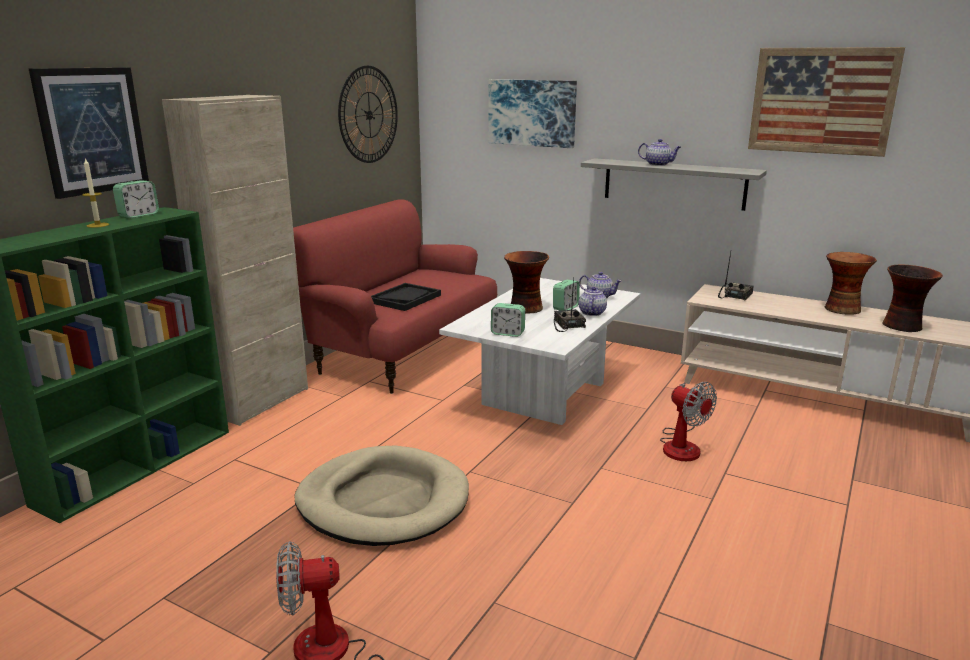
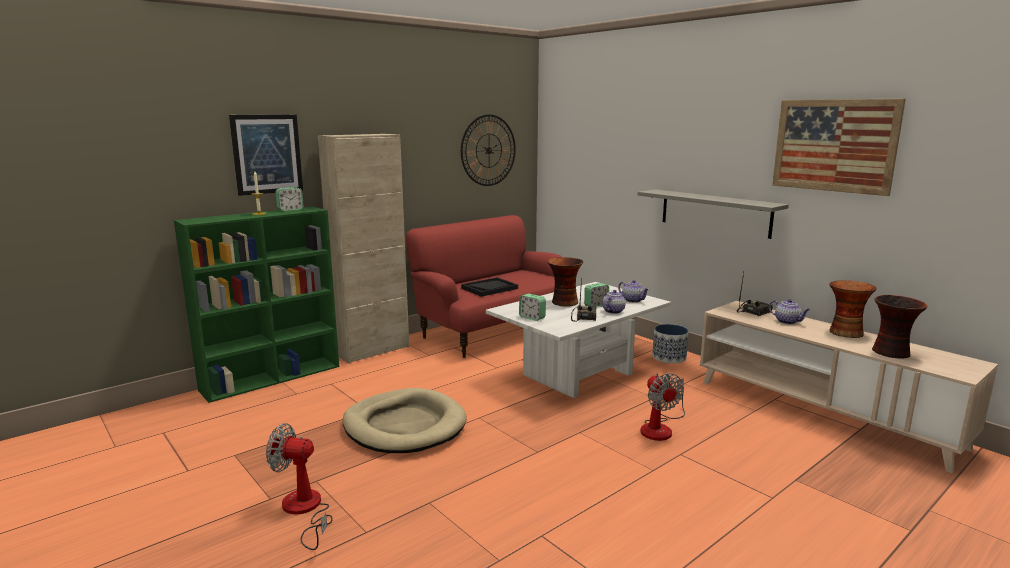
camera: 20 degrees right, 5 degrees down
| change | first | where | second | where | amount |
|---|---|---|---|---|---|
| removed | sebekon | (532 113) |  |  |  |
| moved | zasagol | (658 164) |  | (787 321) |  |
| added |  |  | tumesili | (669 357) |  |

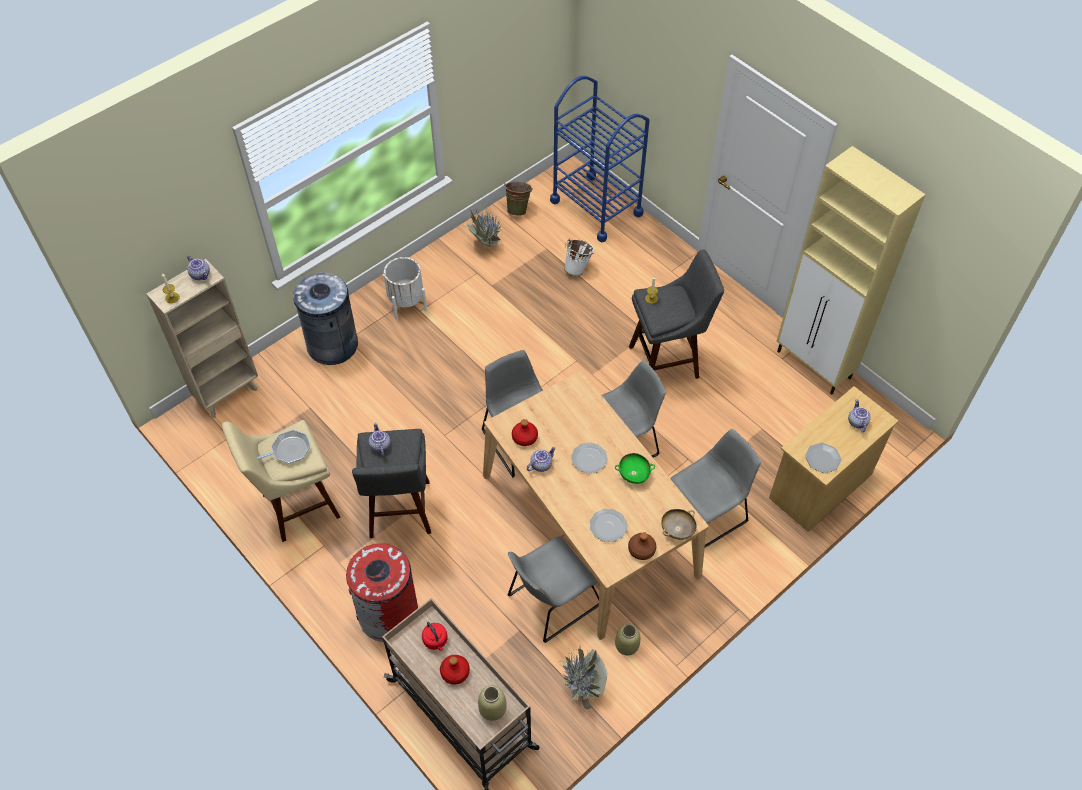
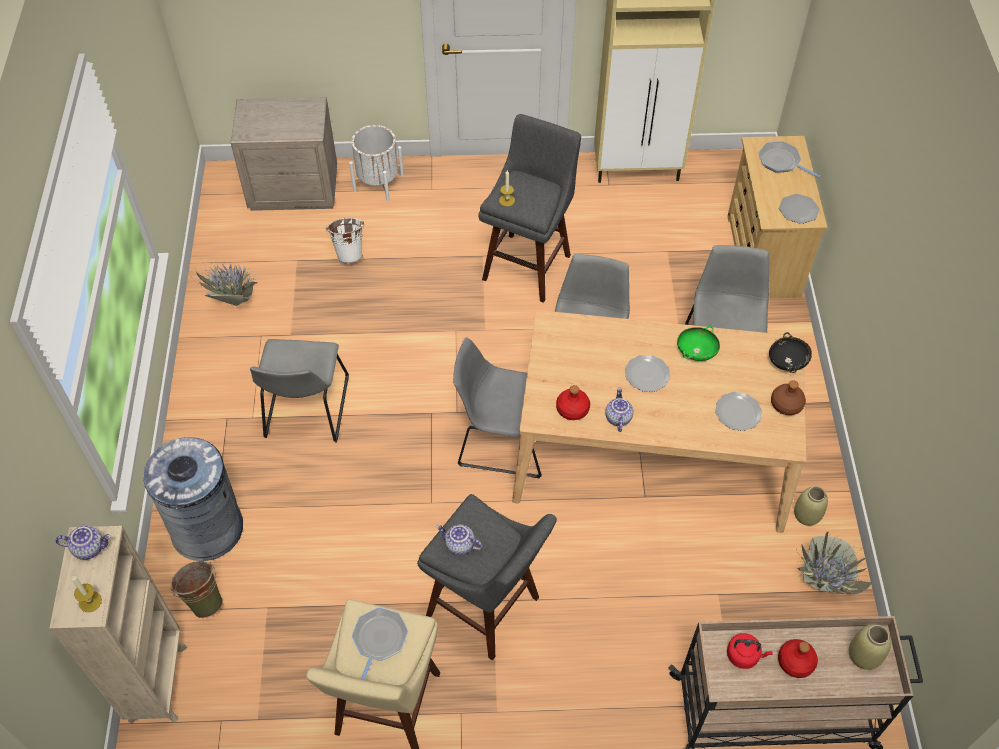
camera: 50 degrees left, 0 degrees up
| change | first | where | second | where | amount |
|---|---|---|---|---|---|
| removed | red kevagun | (388 614) |  |  |  |
| moved | white tumesili | (407 303) |  | (378 182) |  |
| moved | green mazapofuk | (518 209) |  | (203 599) |  |
| moved | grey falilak | (550 602) |  | (306 411) |  |
| replaced | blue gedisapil | (596 207) | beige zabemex | (294 188) |  |
| recoloured | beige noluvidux | (677 529) | black noluvidux | (787 362) |  |
| replaced | zasagol | (856 422) | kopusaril | (781 161) |  |

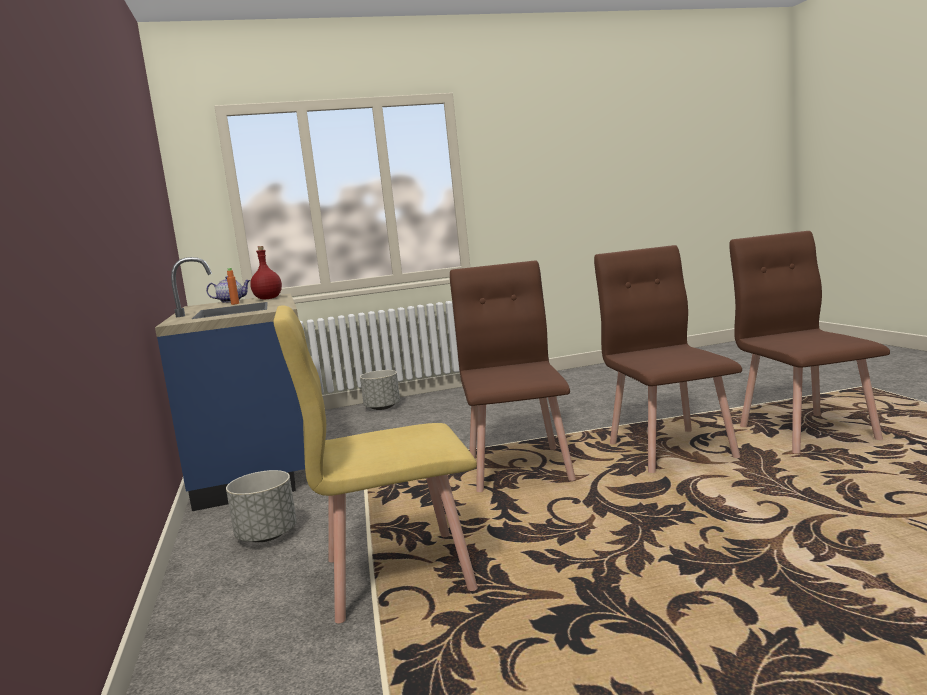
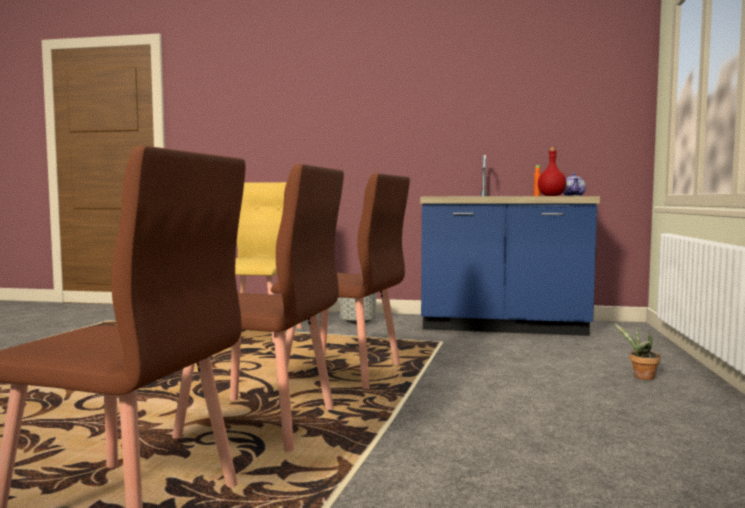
camera: 115 degrees right, 5 degrees down
| change | first | where | second | where | amount |
|---|---|---|---|---|---|
| removed | grey tumesili | (382 407) |  |  |  |
| added |  |  | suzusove | (641 377) |  |

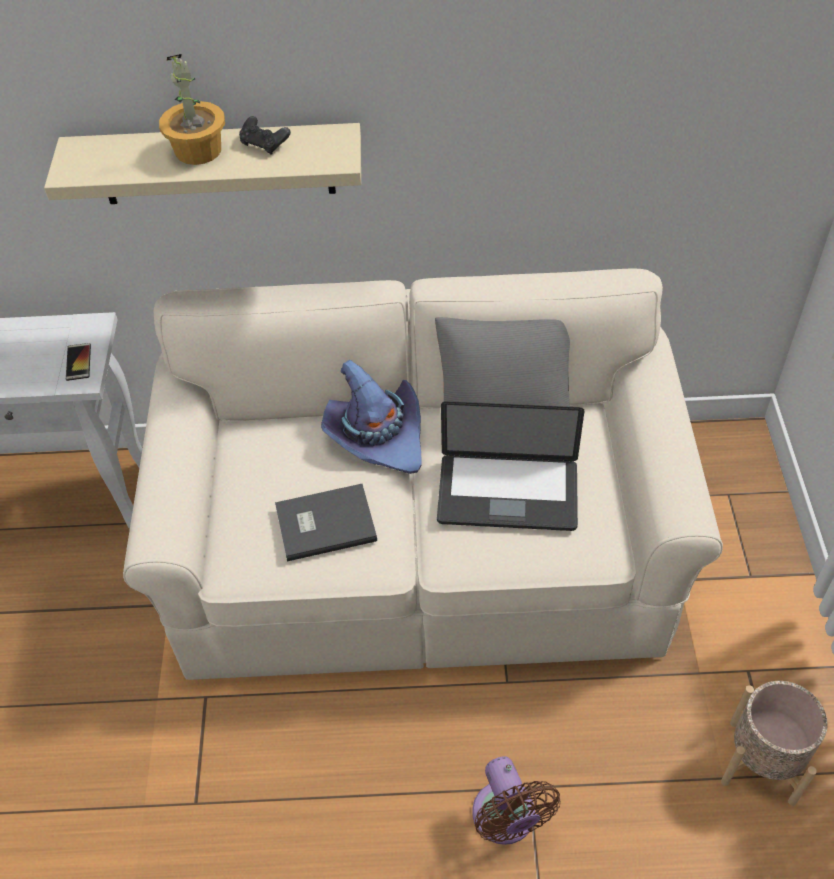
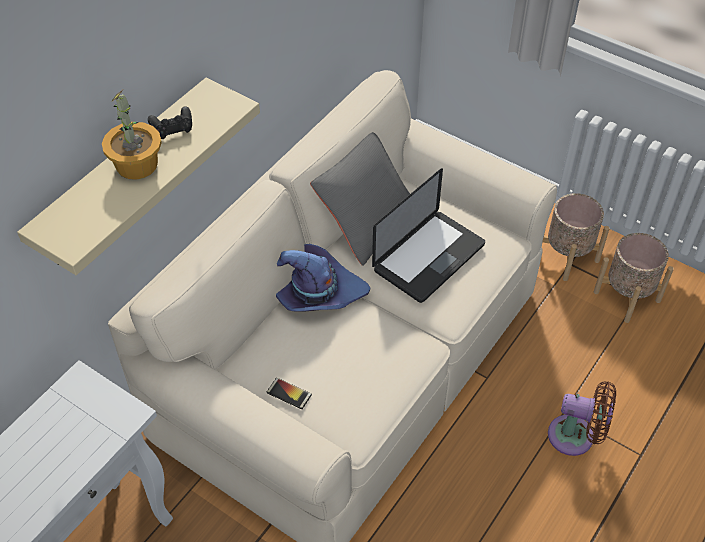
camera: 55 degrees left, 0 degrees up
| change | first | where | second | where | amount |
|---|---|---|---|---|---|
| moved | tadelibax | (78 362) |  | (289 393) |  |
| removed | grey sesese | (324 523) |  |  |  |
| added |  |  | beige tumesili | (566 256) |  |

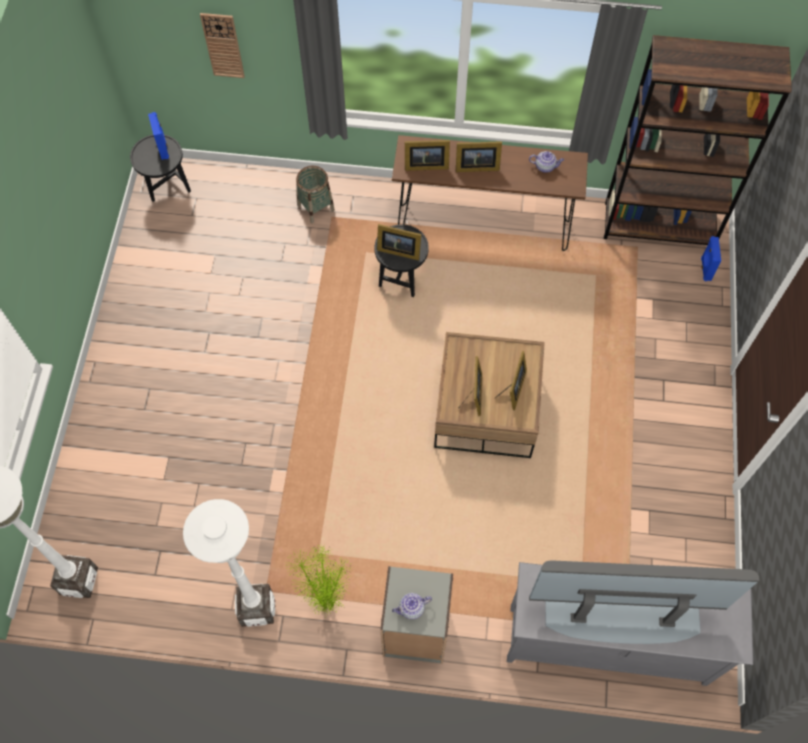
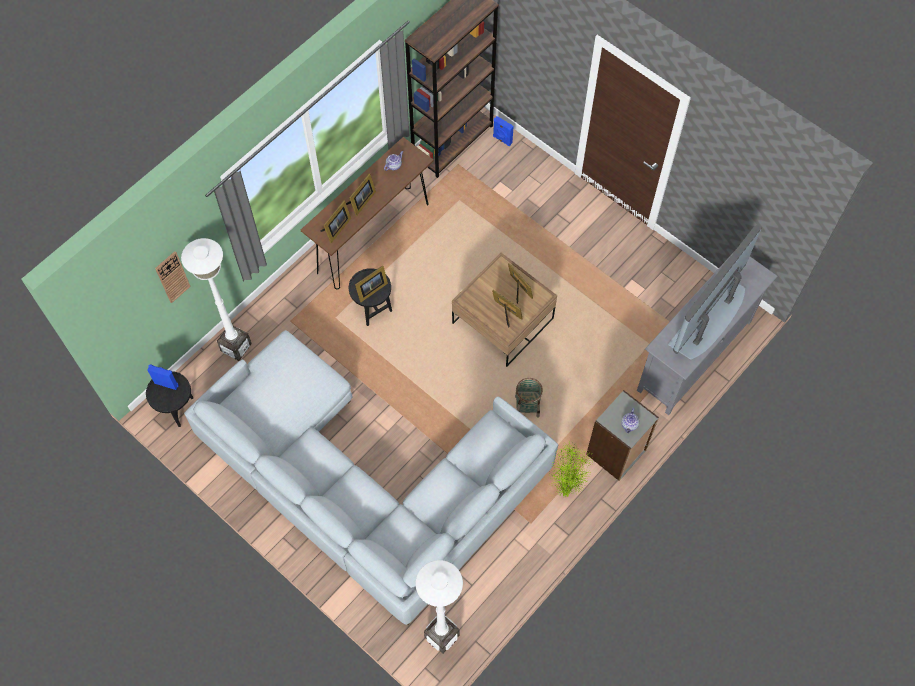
camera: 55 degrees left, 0 degrees up
| change | first | where | second | where | amount |
|---|---|---|---|---|---|
| moved | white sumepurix | (256 609) |  | (236 347) |  |
| moved | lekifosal | (315 207) |  | (527 406) |  |
| added |  |  | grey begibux | (365 482) |  |

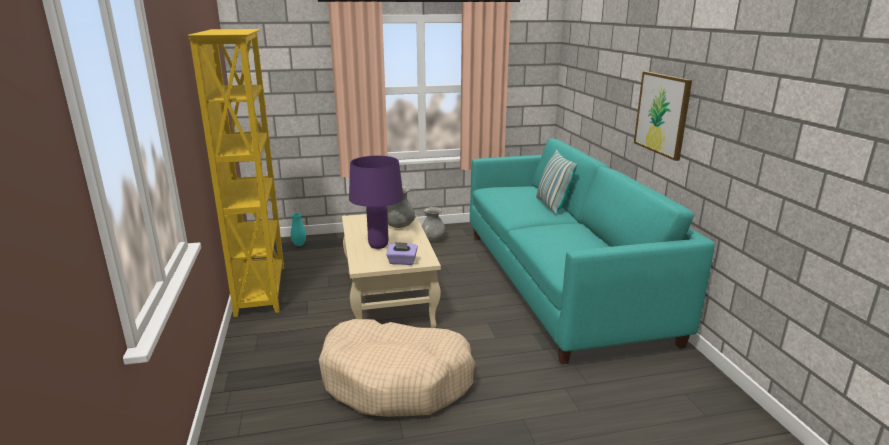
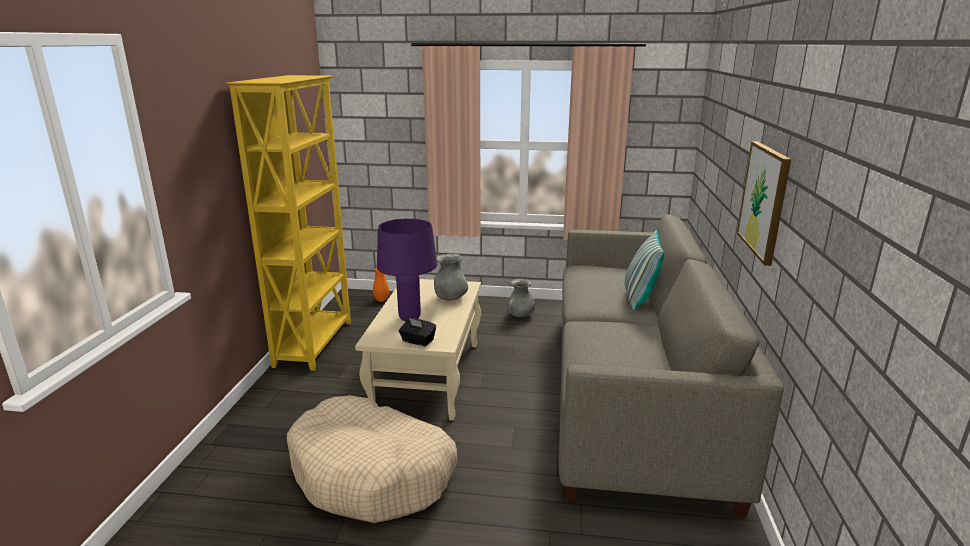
camera: 20 degrees right, 0 degrees up
| change | first | where | second | where | amount |
|---|---|---|---|---|---|
| recoloured | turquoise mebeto | (299 244) | orange mebeto | (381 300) |  |
| recoloured | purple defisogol | (402 262) | black defisogol | (417 341) |  |
| recoloured | turquoise begibux | (559 282) | grey begibux | (632 394) |  |

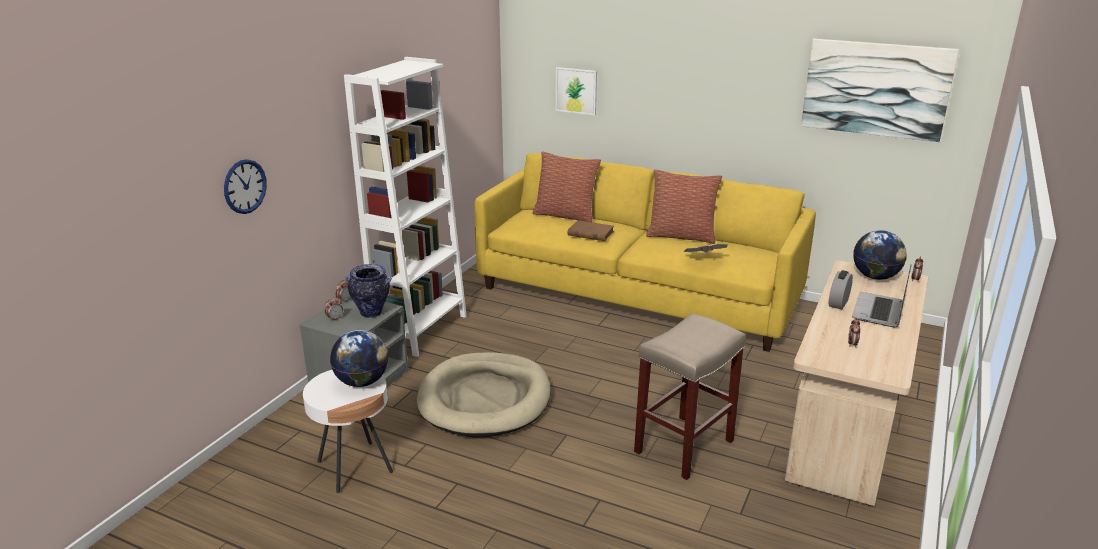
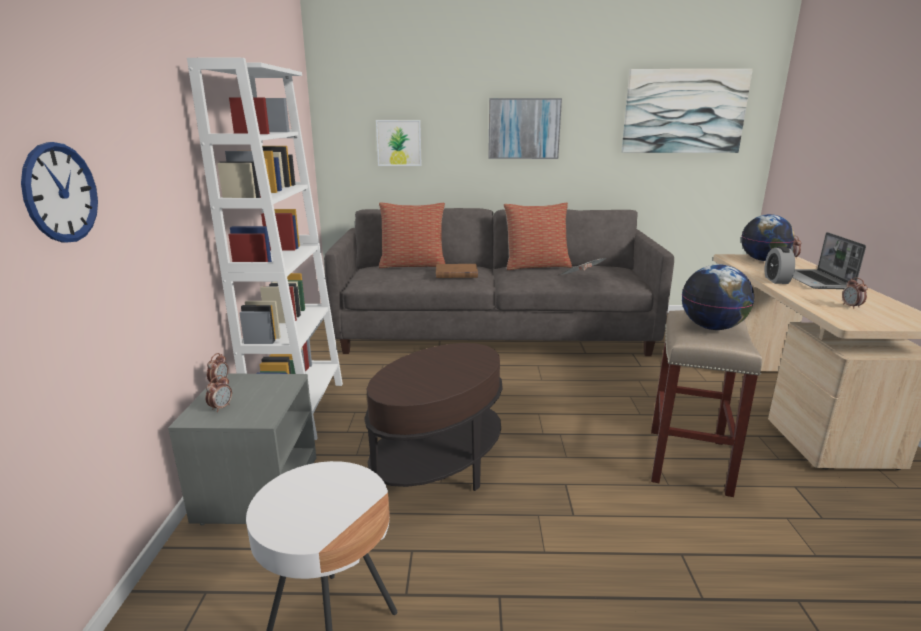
camera: 25 degrees left, 5 degrees down
| change | first | where | second | where | amount |
|---|---|---|---|---|---|
| moved | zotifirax | (362 382) |  | (712 327) |  |
| removed | mebeto | (372 313) |  |  |  |
| replaced | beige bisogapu | (485 399) | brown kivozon | (438 468) |  |
| recoloured | yellow begibux | (637 294) | grey begibux | (493 333) |  |
| added |  |  | sebekon | (524 129) |  |

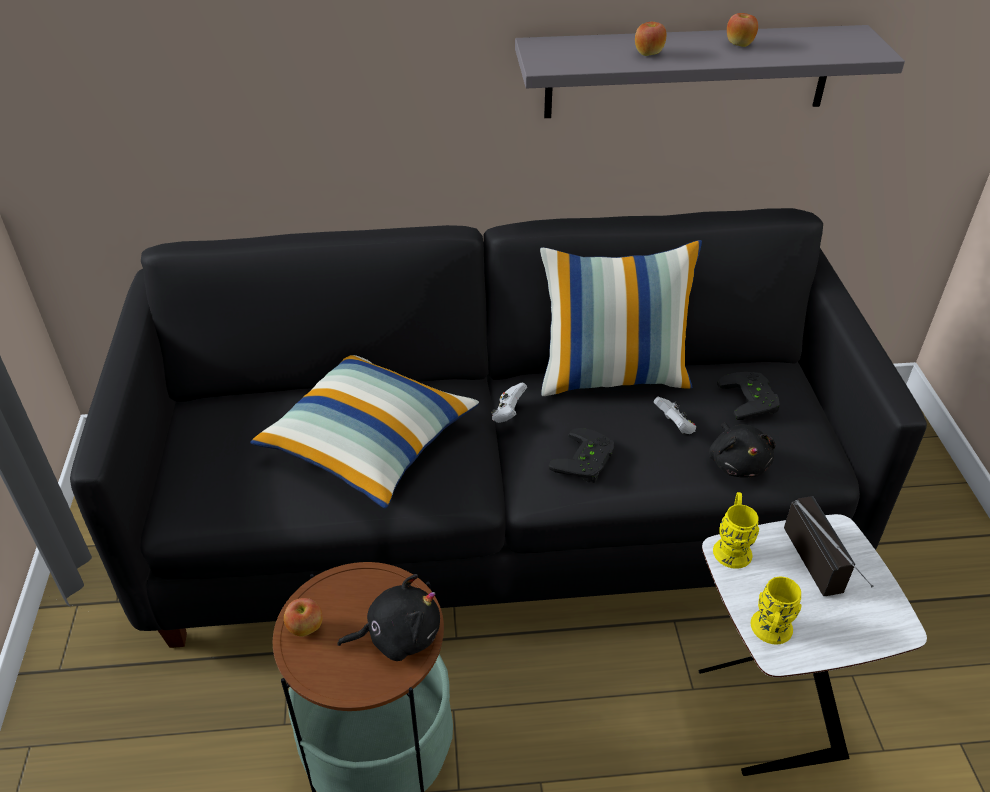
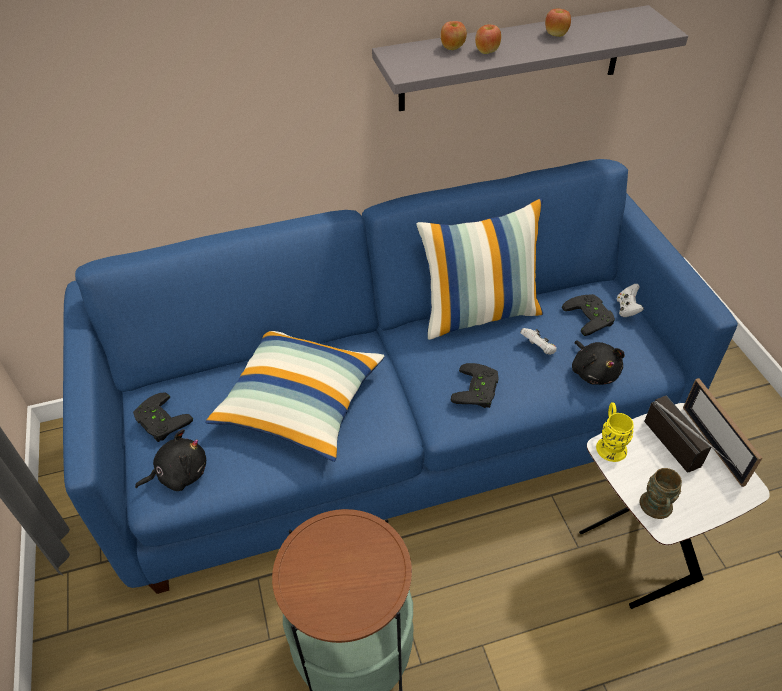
camera: 10 degrees left, 5 degrees up
| change | first | where | second | where | amount |
|---|---|---|---|---|---|
| recoloured | black begibux | (496 515) | blue begibux | (394 433) |  |
| moved | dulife | (305 628) |  | (453 48) |  |
| moved | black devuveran | (398 635) |  | (179 474) |  |
| moved | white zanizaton | (508 413) |  | (627 309) |  |
| recoloured | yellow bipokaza | (770 633) | brown bipokaza | (656 510) |  |
| added |  |  | black zanizaton | (159 421) |  |
| added |  |  | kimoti | (712 445) |  |

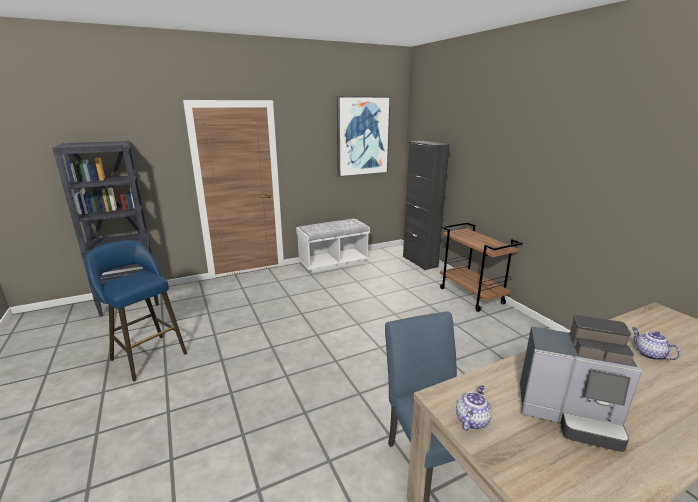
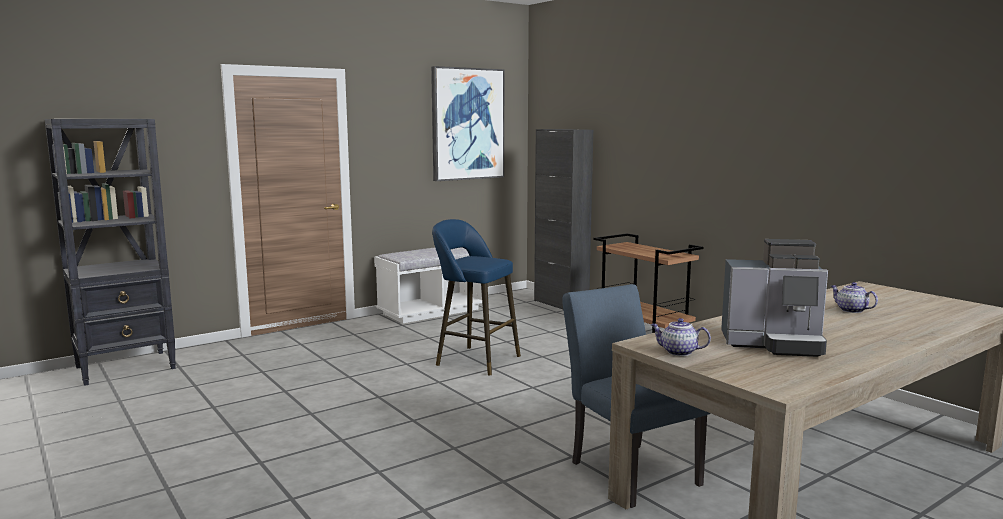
camera: 10 degrees left, 10 degrees down
| change | first | where | second | where | amount |
|---|---|---|---|---|---|
| moved | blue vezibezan | (147 355) |  | (474 360) |  |
| turned | zasagol | (471 420) |  | (678 352) | 90 degrees counterclockwise |

